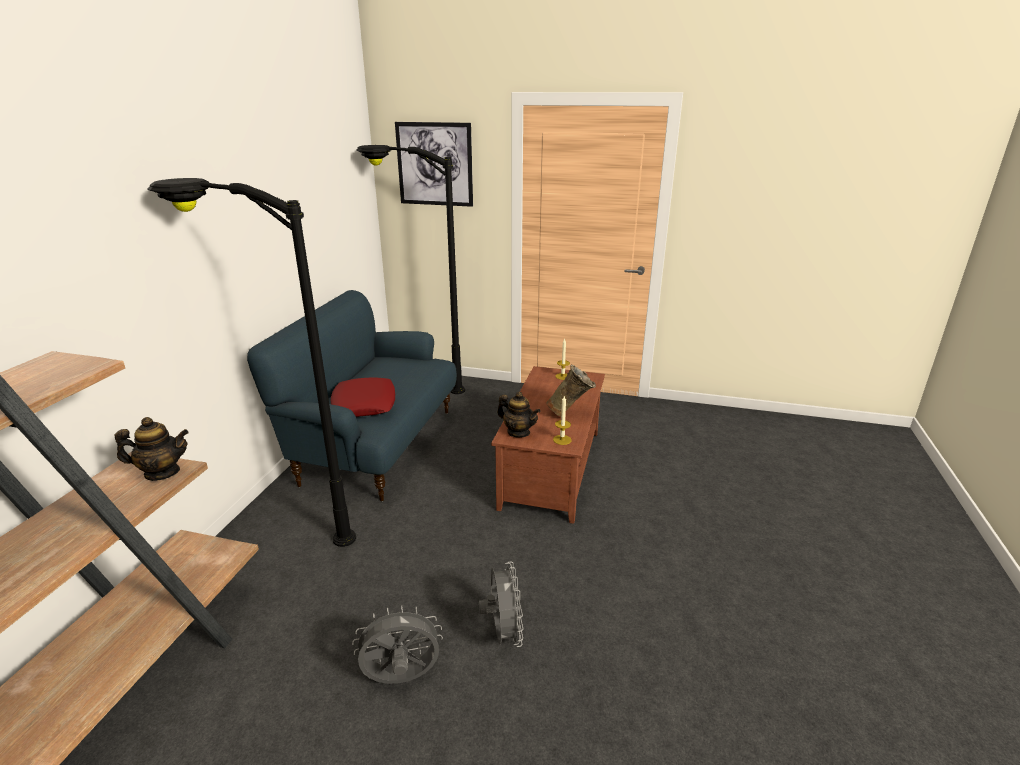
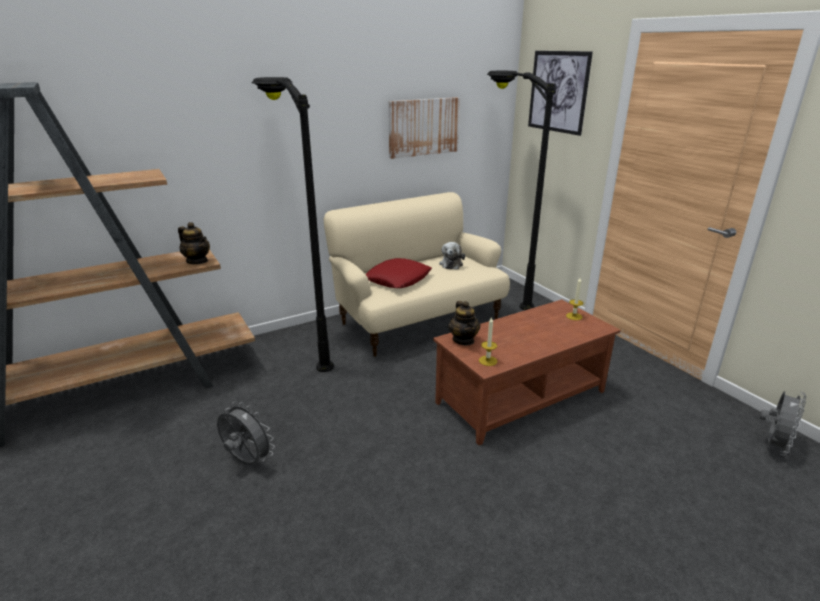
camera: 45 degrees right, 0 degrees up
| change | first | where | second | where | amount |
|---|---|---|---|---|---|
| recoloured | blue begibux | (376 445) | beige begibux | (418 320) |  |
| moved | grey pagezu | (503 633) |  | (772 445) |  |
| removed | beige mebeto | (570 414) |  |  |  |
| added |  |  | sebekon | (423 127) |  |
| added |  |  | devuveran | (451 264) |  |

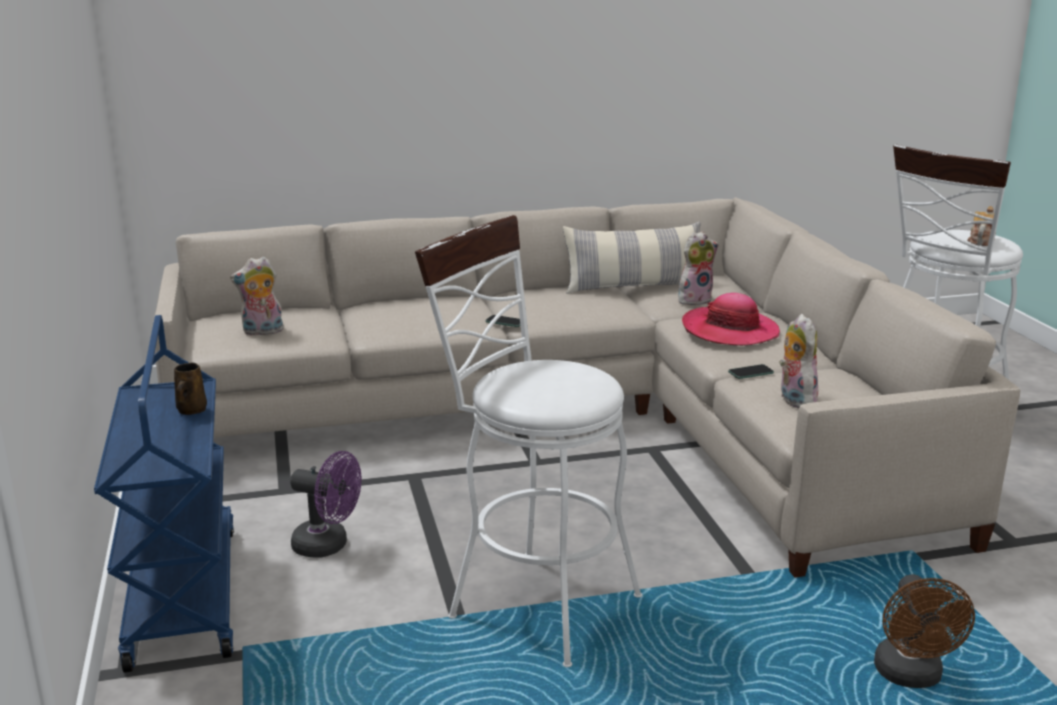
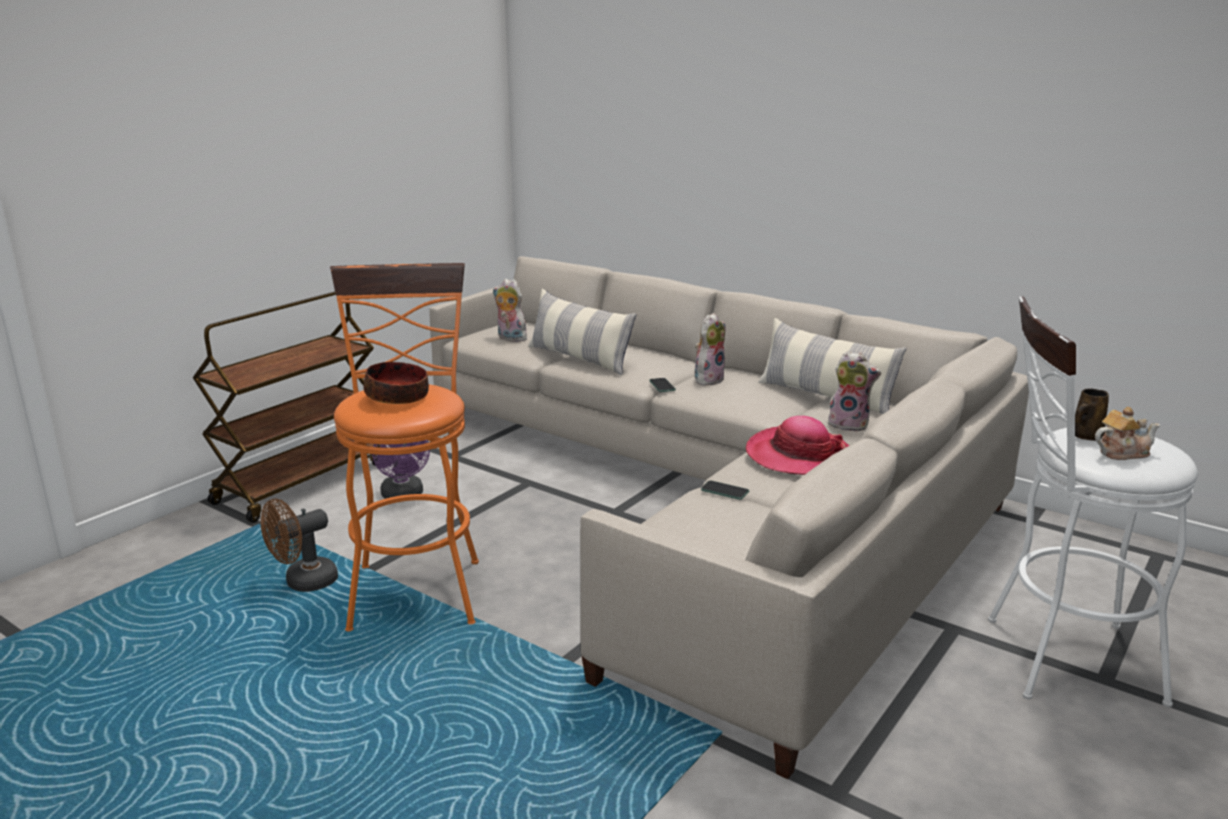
camera: 50 degrees right, 0 degrees up
| change | first | where | second | where | amount |
|---|---|---|---|---|---|
| recoloured | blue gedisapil | (182 594) | brown gedisapil | (302 482) |  |
| moved | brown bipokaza | (191 410) |  | (1085 436) |  |
| recoloured | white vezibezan | (532 602) | orange vezibezan | (416 587) |  |
| moved | devuveran | (794 399) |  | (708 379) |  |
| moved | brown pagezu | (911 677) |  | (303 583) |  |
| added |  |  | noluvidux | (397 397) |  |
| added |  |  | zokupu | (579 358) |  |

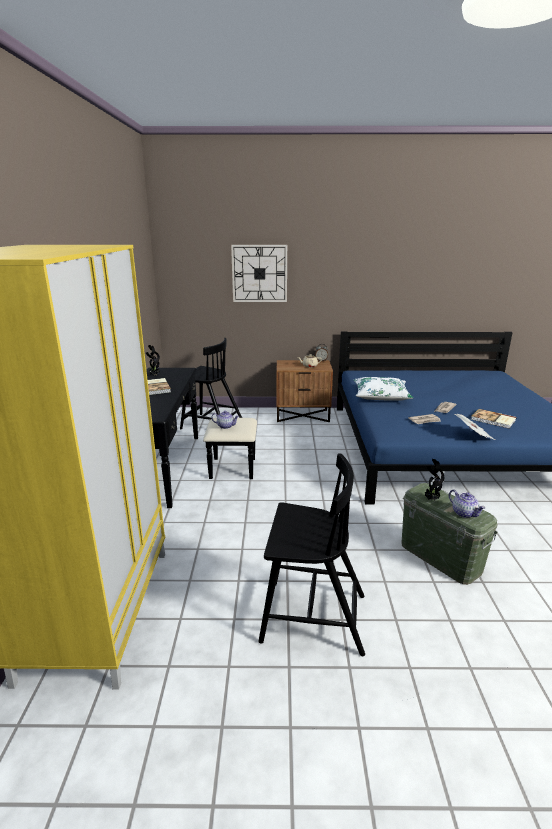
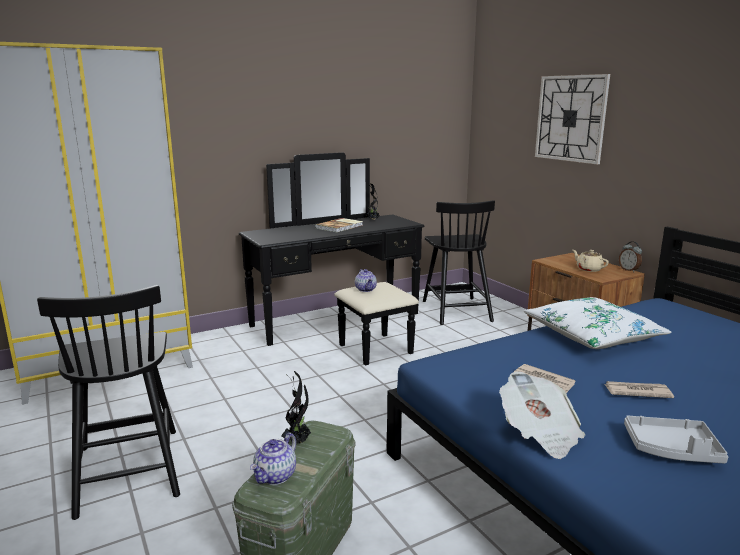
camera: 60 degrees right, 5 degrees down
| change | first | where | second | where | amount |
|---|---|---|---|---|---|
| replaced | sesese | (493 420) | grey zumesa | (672 449) |  |

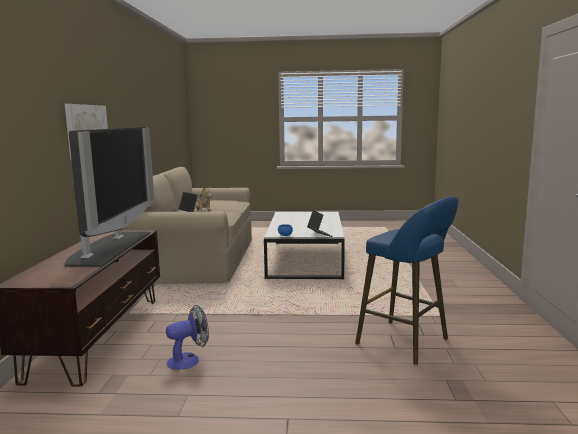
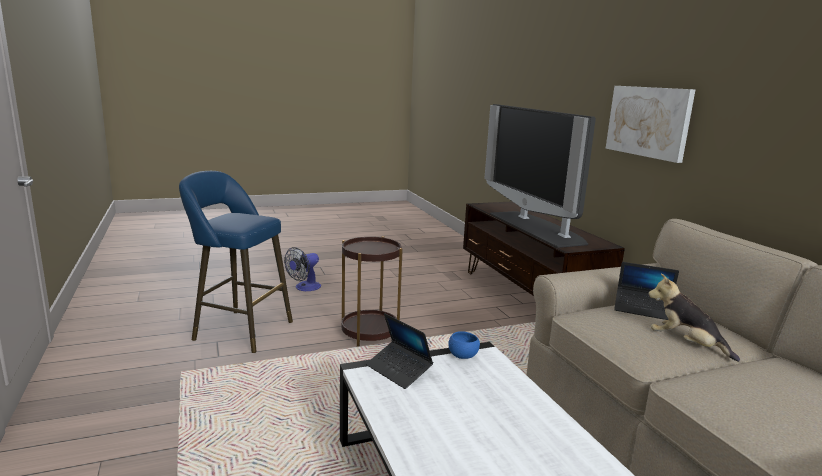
camera: 155 degrees right, 5 degrees up
| change | first | where | second | where | amount |
|---|---|---|---|---|---|
| moved | pagezu | (189 360) |  | (304 288) |  |
| added |  |  | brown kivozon | (369 333) |  |

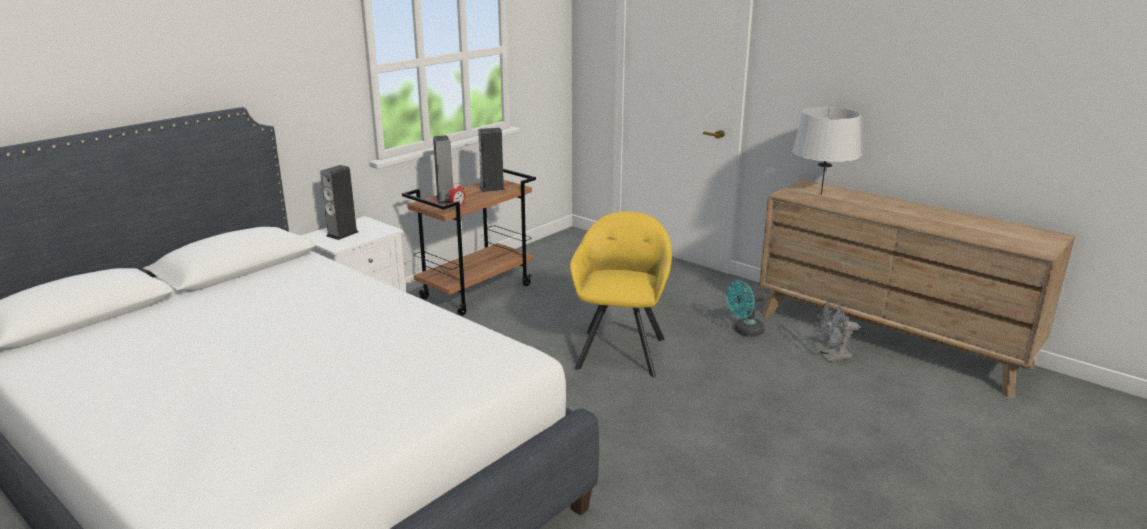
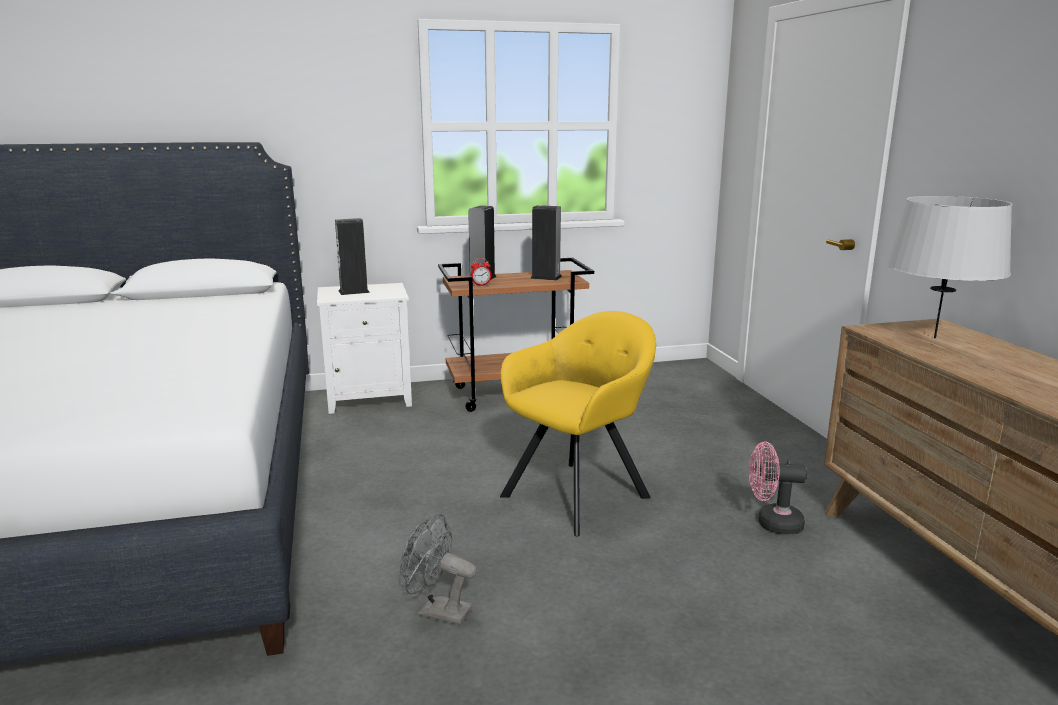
camera: 35 degrees right, 5 degrees down
| change | first | where | second | where | amount |
|---|---|---|---|---|---|
| recoloured | turquoise pagezu | (744 331) | pink pagezu | (772 523) |  |
| moved | grey pagezu | (831 357) |  | (437 612) |  |

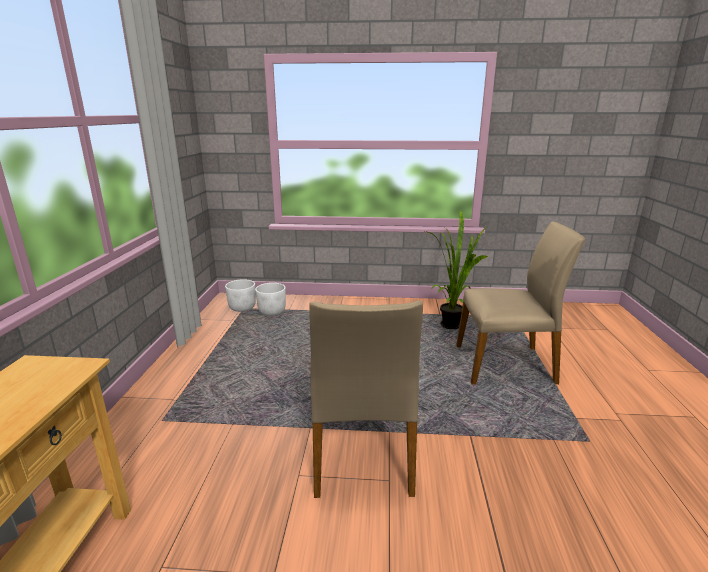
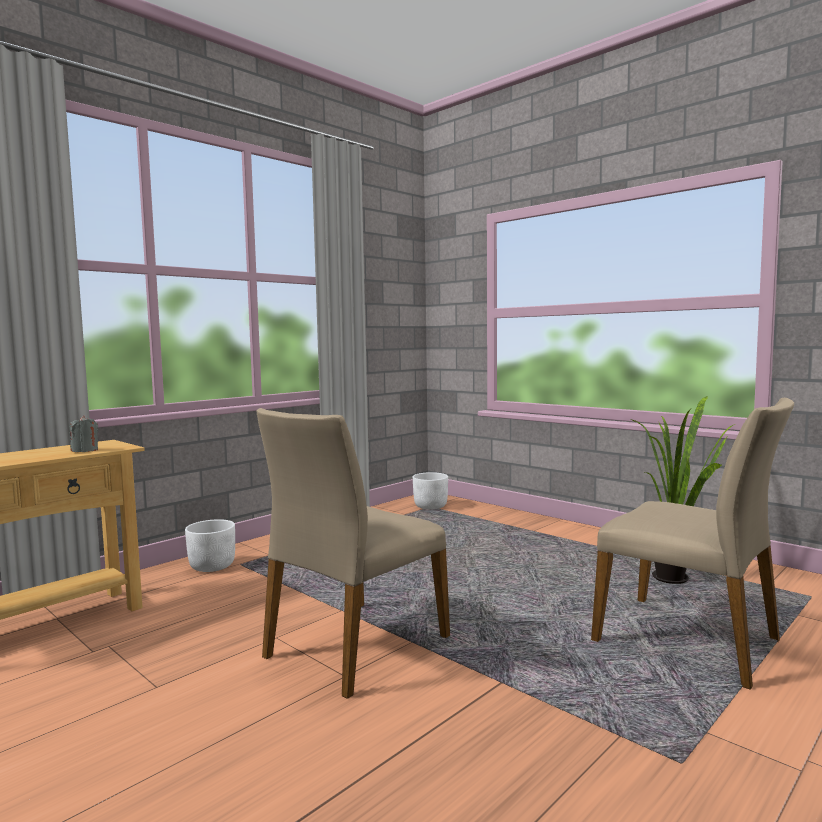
camera: 40 degrees right, 15 degrees down
| change | first | where | second | where | amount |
|---|---|---|---|---|---|
| moved | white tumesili | (271 311) |  | (212 566) |  |
| added |  |  | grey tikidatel | (85 450) |  |

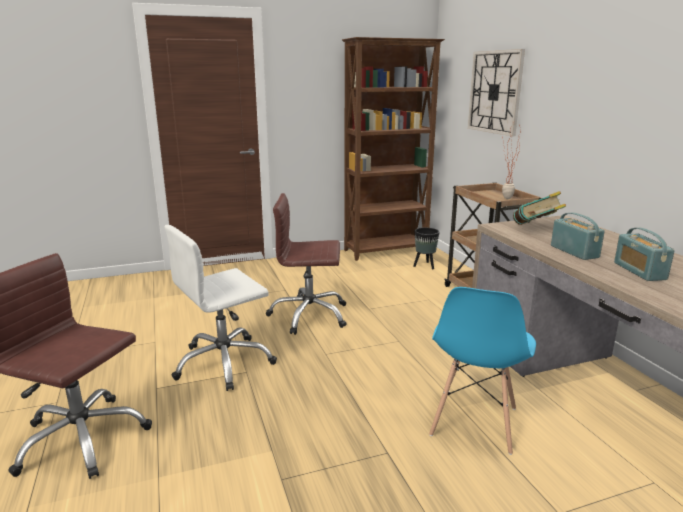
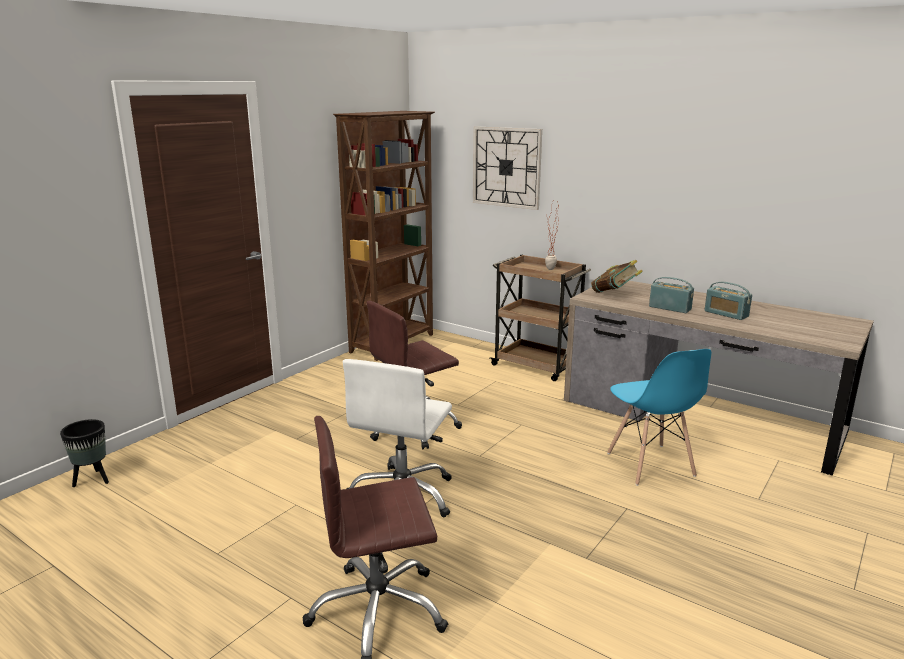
camera: 35 degrees left, 0 degrees up
| change | first | where | second | where | amount |
|---|---|---|---|---|---|
| moved | black tumesili | (425 266) |  | (93 480) |  |

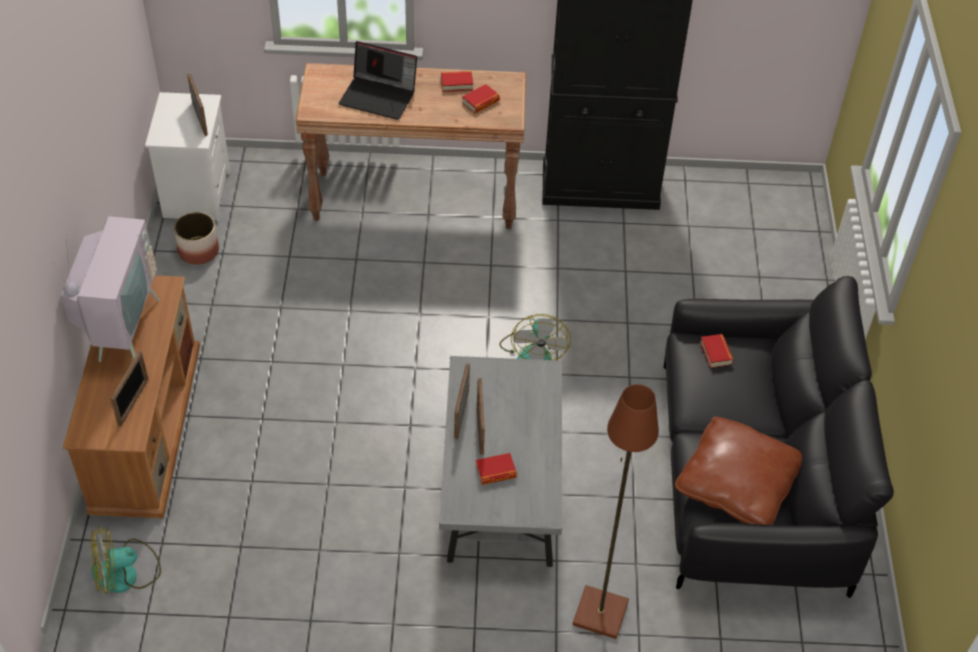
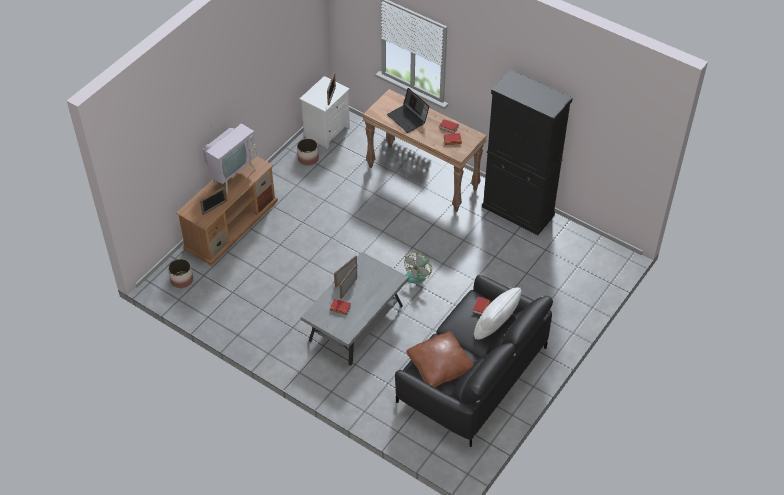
camera: 35 degrees right, 0 degrees up
| change | first | where | second | where | amount |
|---|---|---|---|---|---|
| replaced | pagezu | (126 573) | tumesili | (181 280) |  |
| removed | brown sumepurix | (599 614) |  |  |  |
| added |  |  | white zokupu | (495 328) |  |

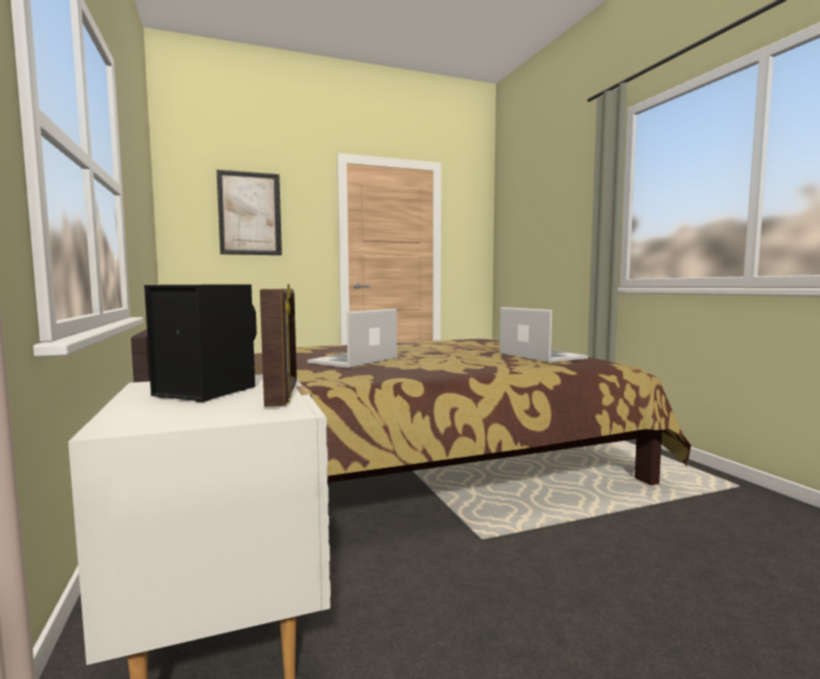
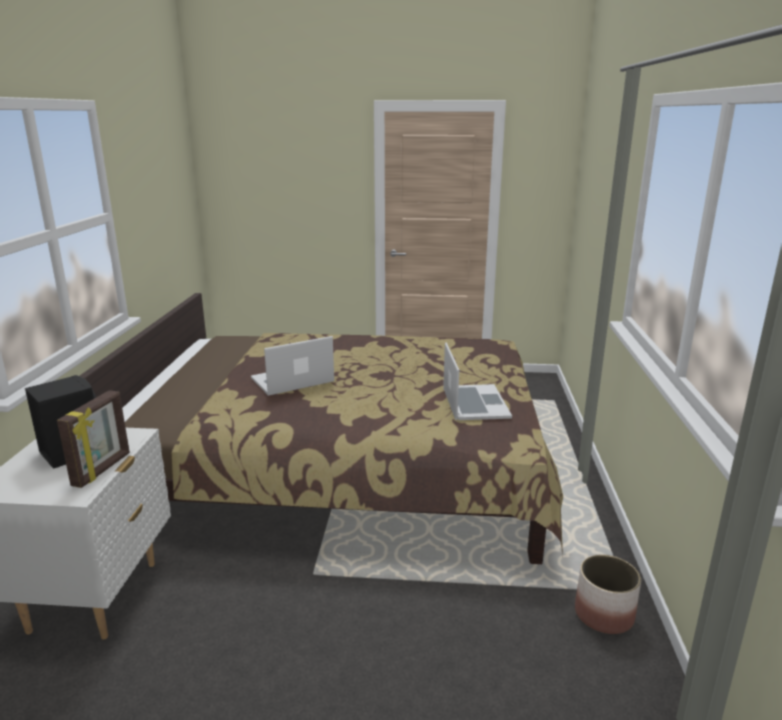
camera: 25 degrees right, 15 degrees up
| change | first | where | second | where | amount |
|---|---|---|---|---|---|
| removed | sebekon | (250 214) |  |  |  |
| added |  |  | tumesili | (603 615) |  |

